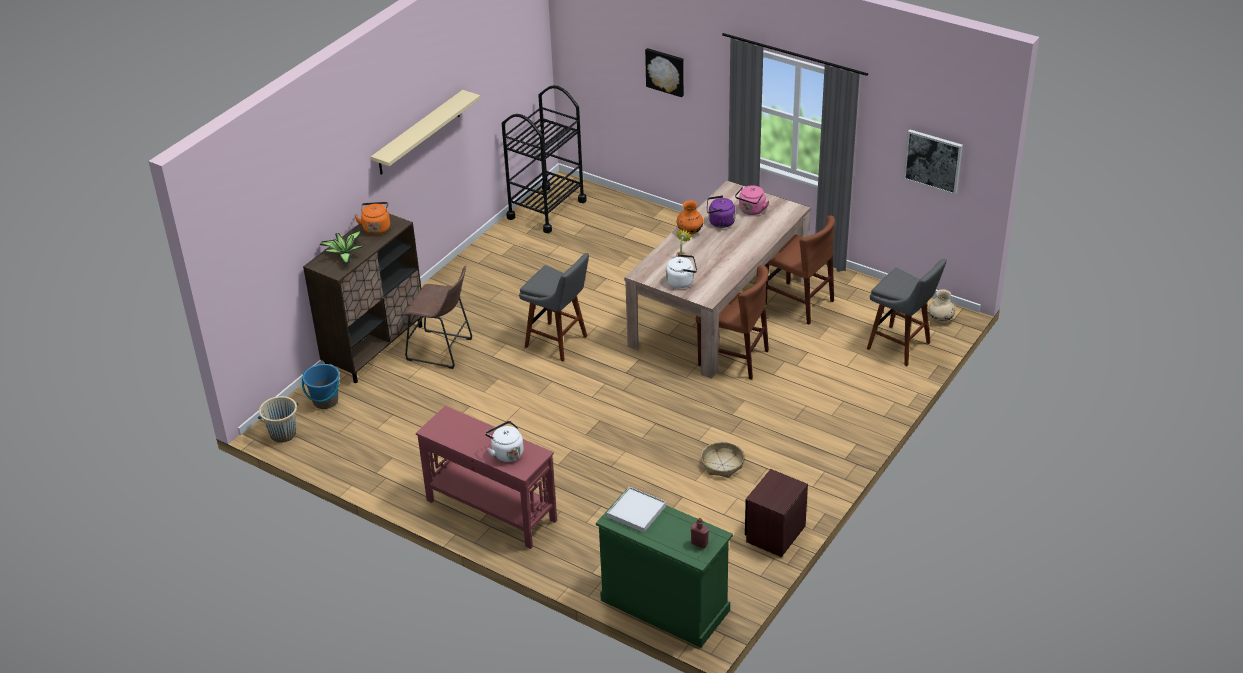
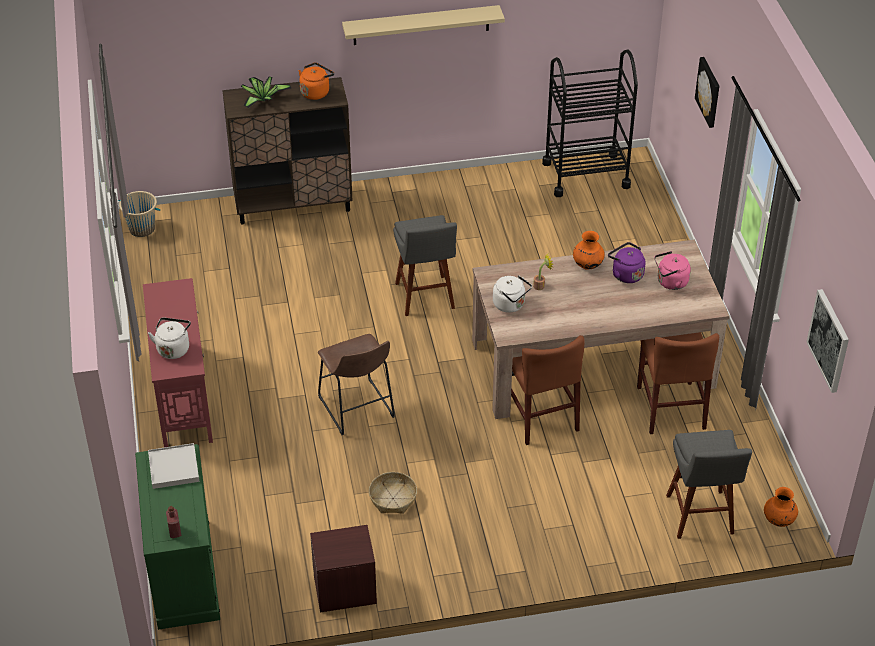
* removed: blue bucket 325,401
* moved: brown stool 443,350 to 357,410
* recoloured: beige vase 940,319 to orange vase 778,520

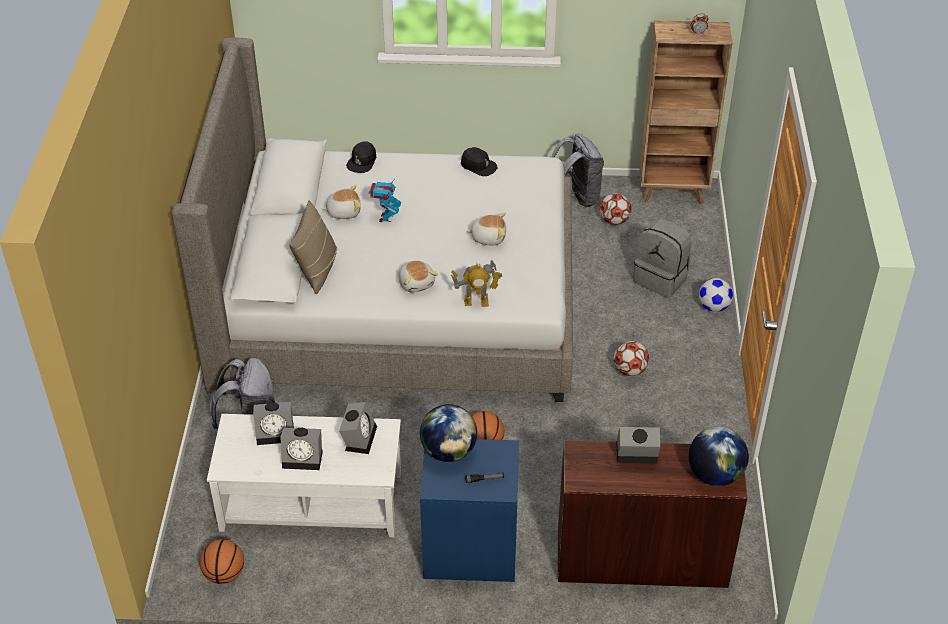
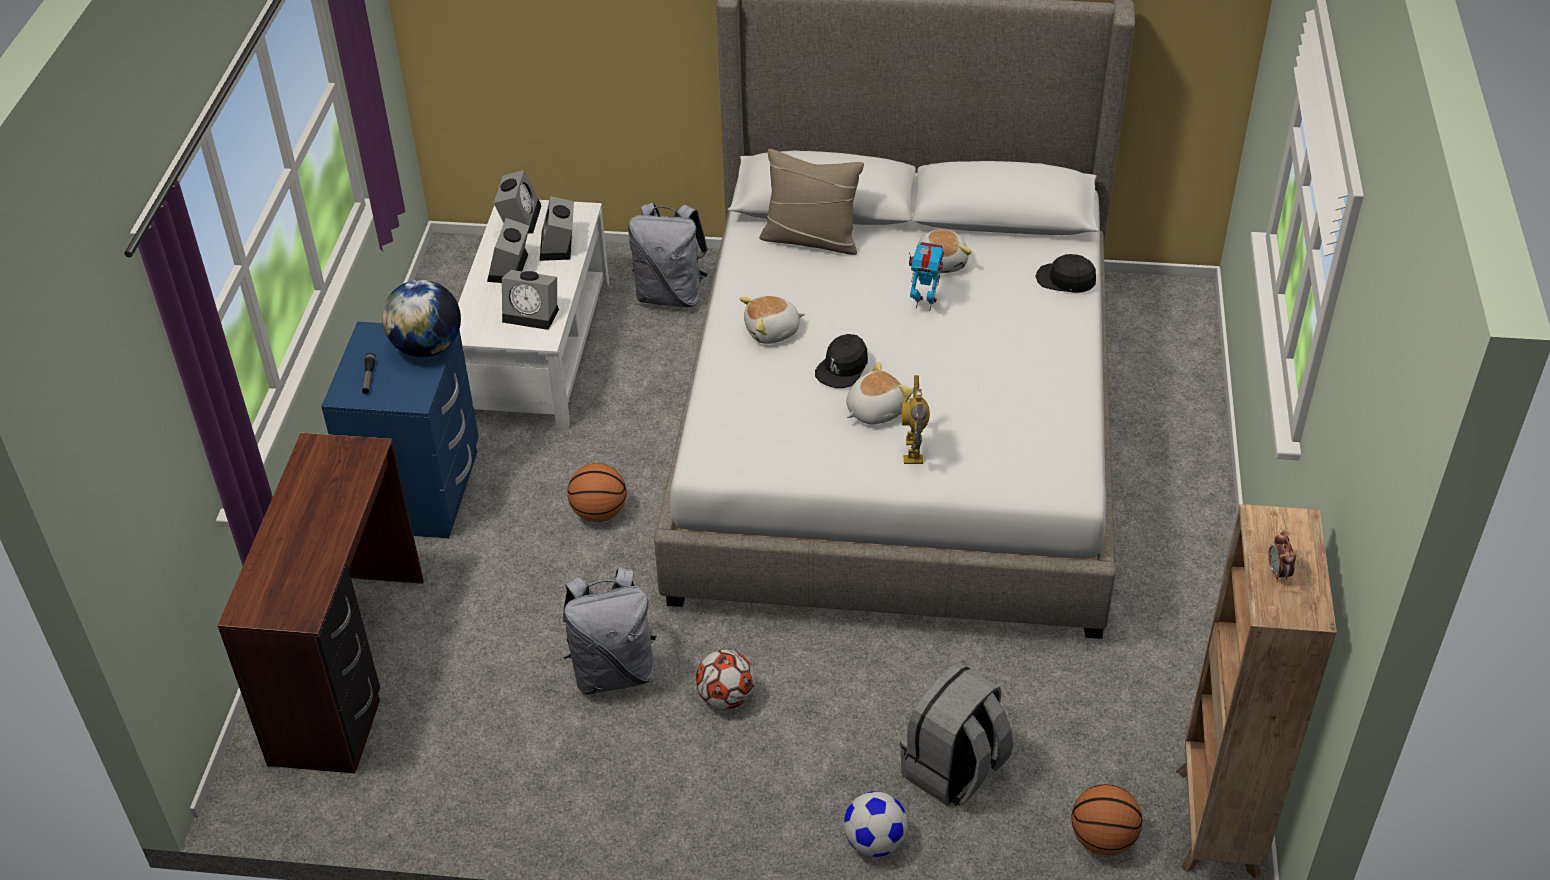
* removed: football 614,221
* removed: globe 715,475
* moved: basketball 224,574 to 1103,839
* moved: toy robot 476,302 to 913,450
* moved: black cap 478,166 to 842,367
* moved: grey backpack 576,197 to 613,671
* moved: alarm clock 635,455 to 520,217
* turned: plush toy 488,237 = 874,410 135 degrees counterclockwise

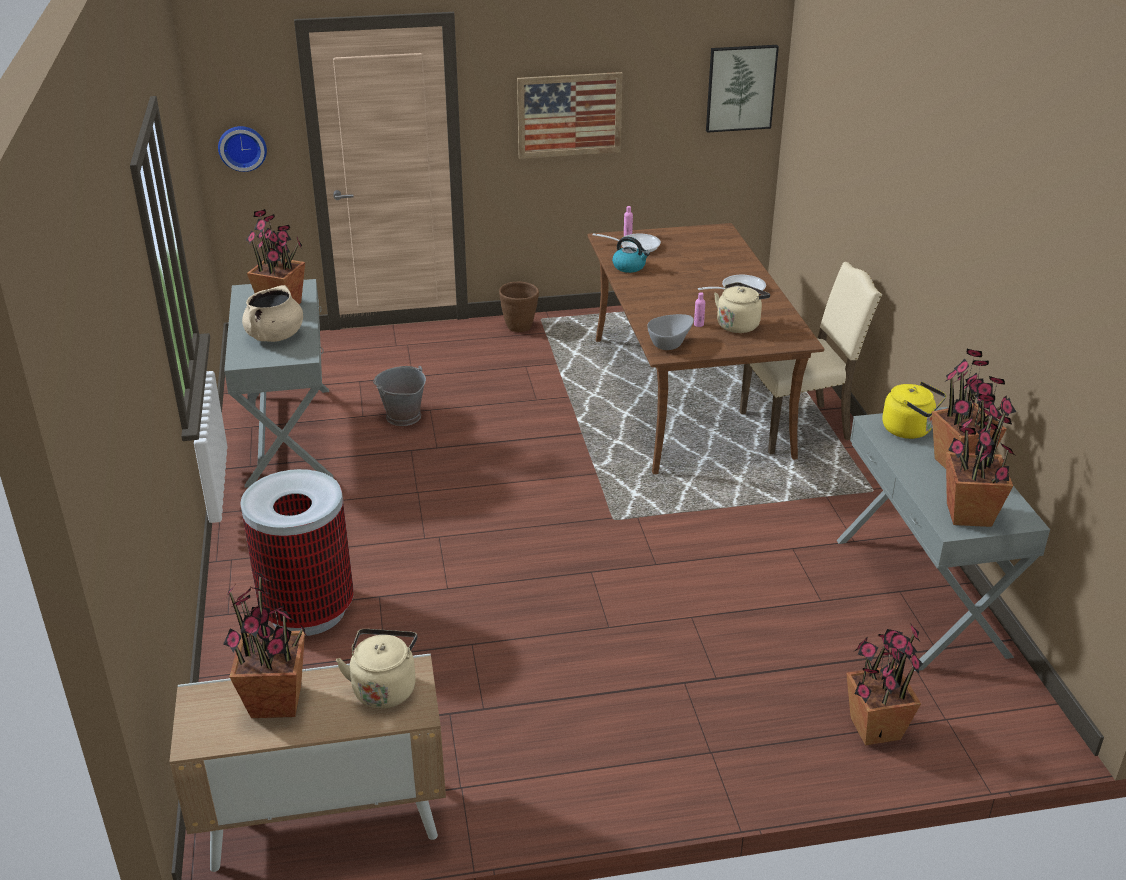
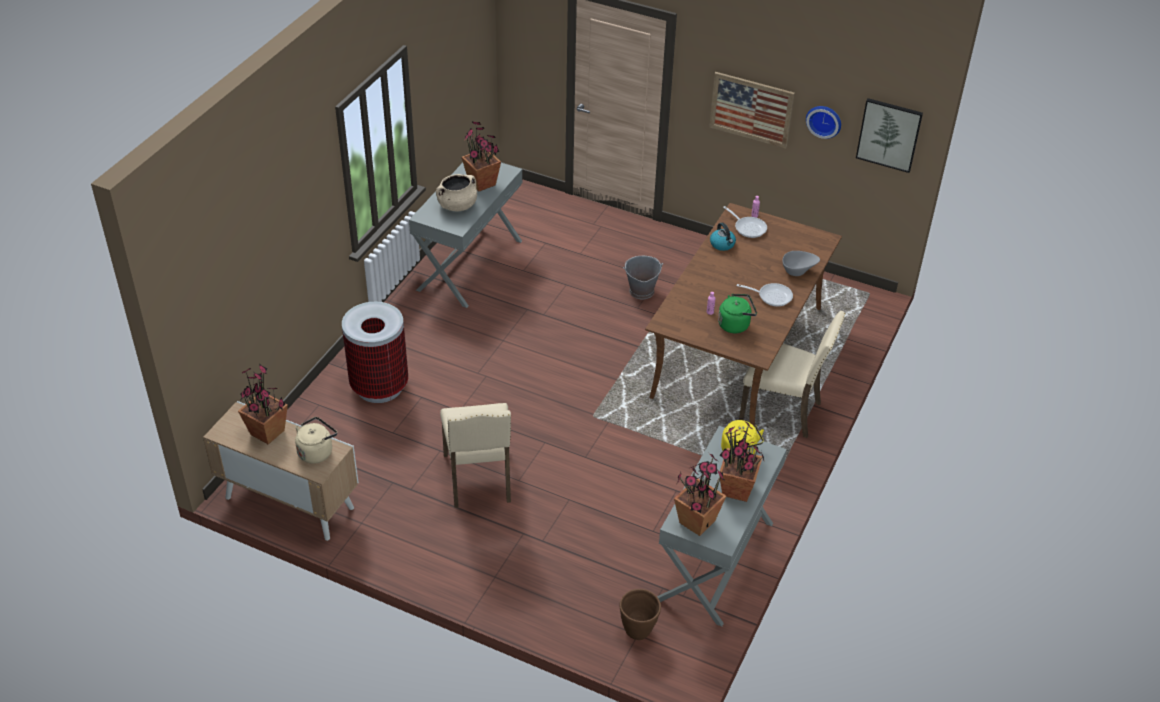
* removed: potted plant 874,728
* added: beige chair 479,479
* moved: wall clock 242,147 to 824,120
* moved: grey bucket 403,416 to 641,291
* moved: brown planter 519,327 to 638,631
* moved: grey bowl 669,344 to 798,271
* recoloured: beige kettle 739,325 to green kettle 735,324

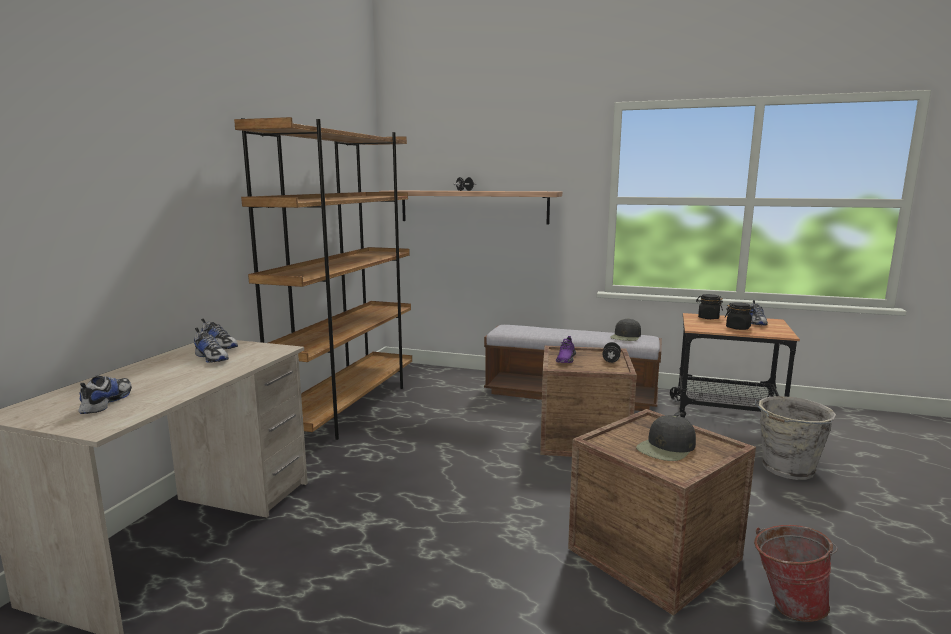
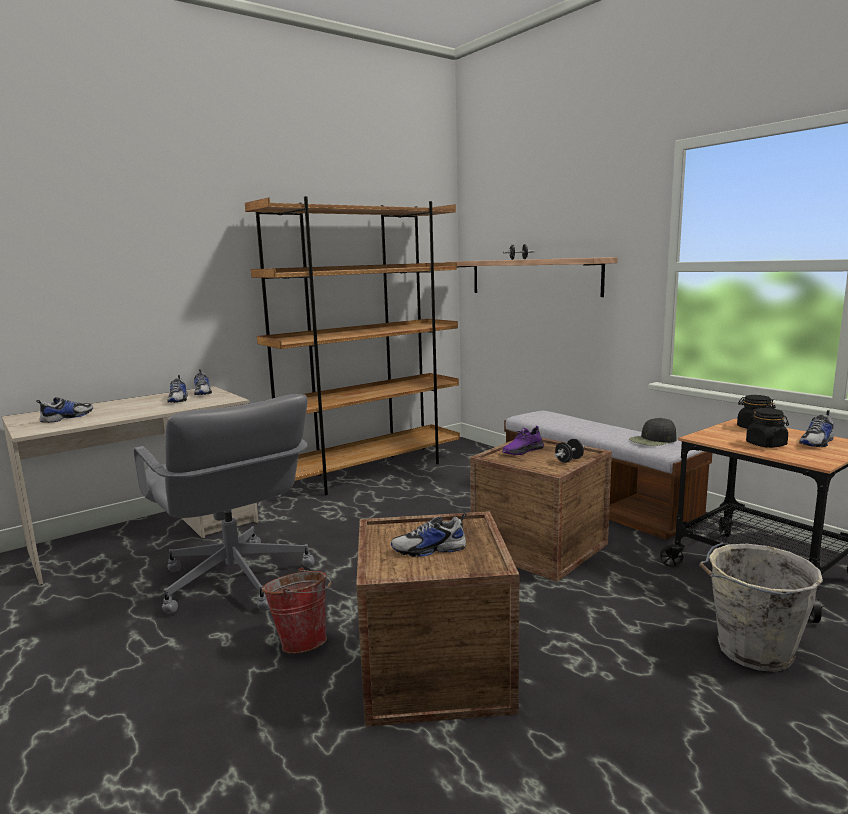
* added: grey office chair 234,581
* moved: bucket 786,605 to 302,641
* replaced: black cap 666,448 to shoe 429,550

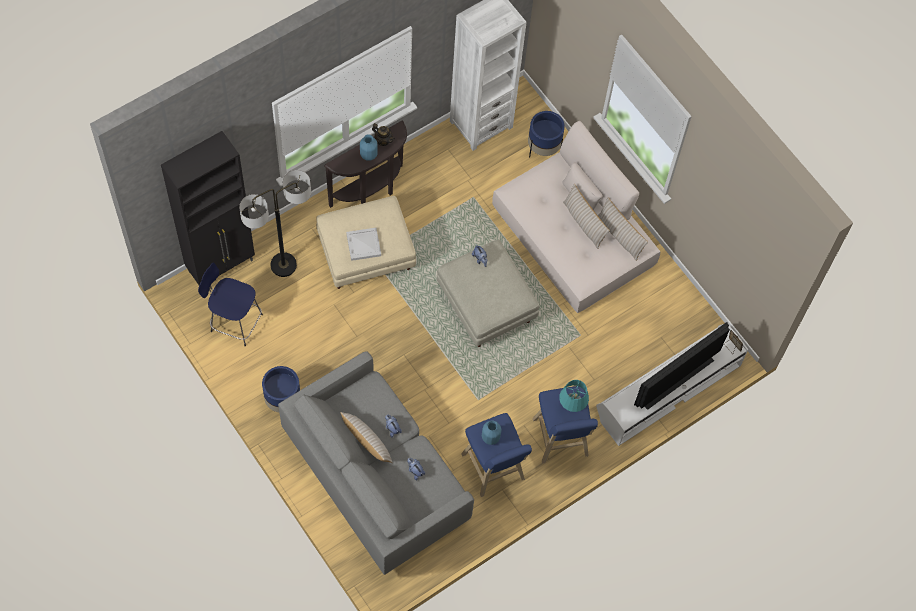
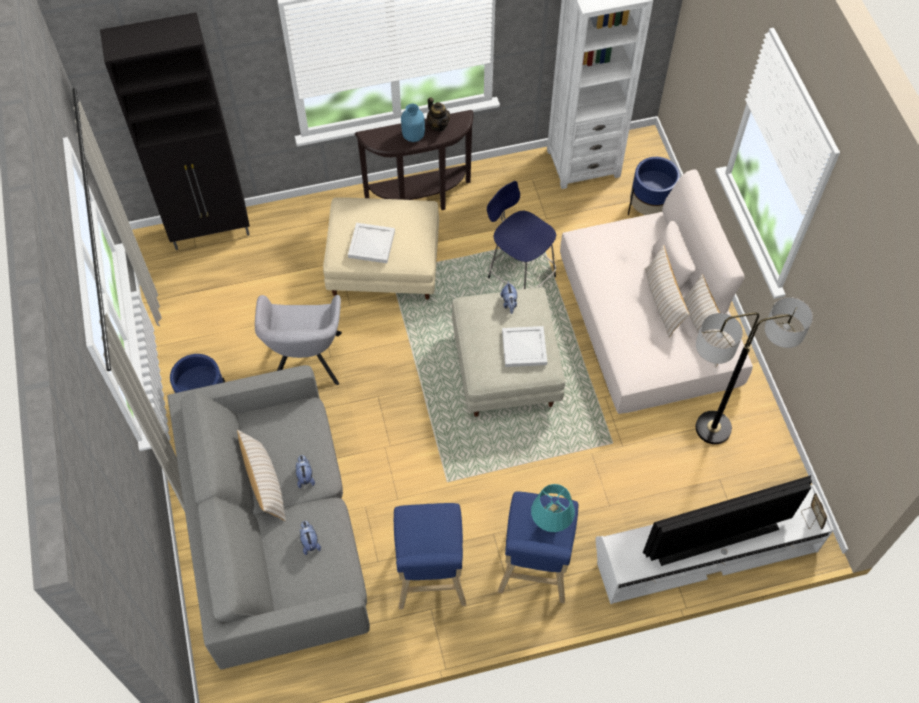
* removed: blue vase 490,437
* added: grey armchair 306,362
* added: white tray 523,348
* moved: blue stool 234,322 to 520,275
* moved: floor lamp 283,265 to 713,428

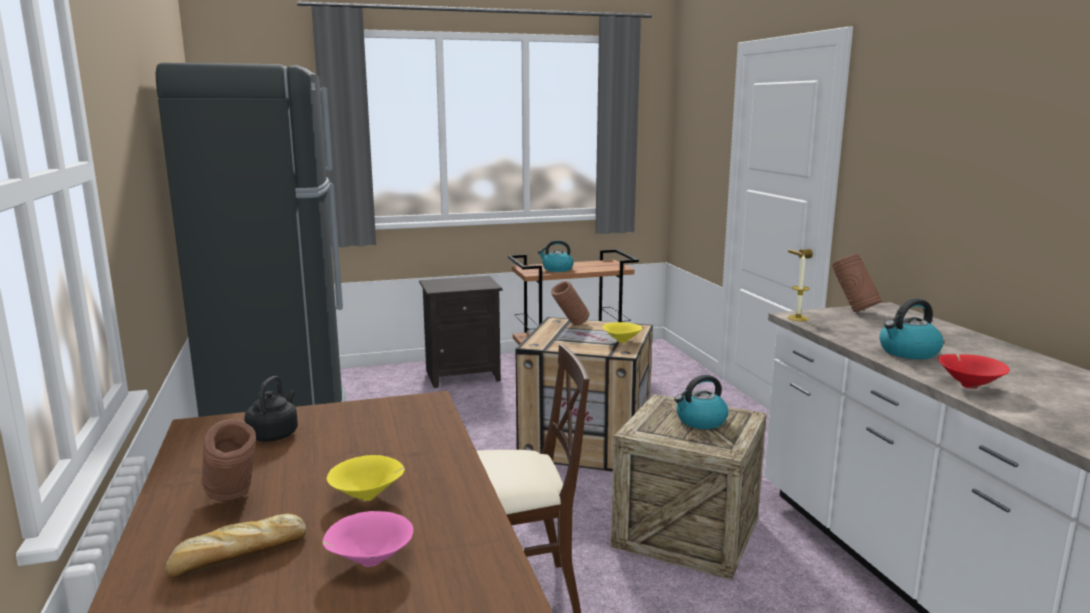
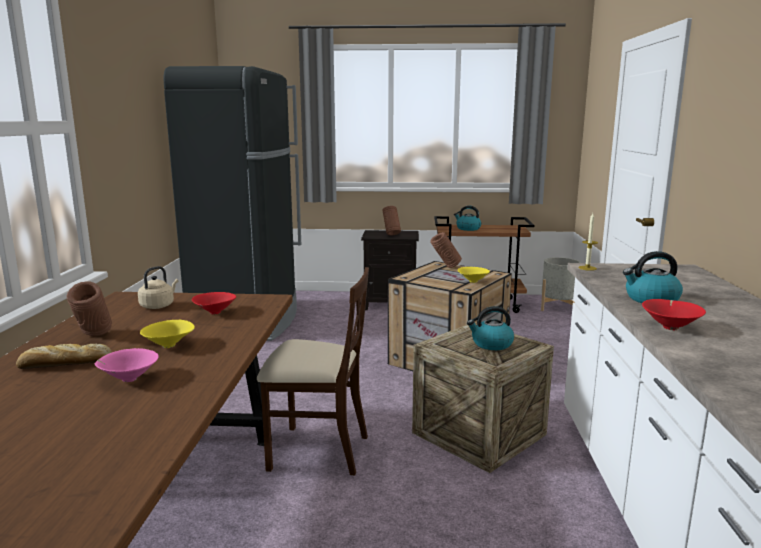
* added: red bowl 214,313
* added: grey planter 558,307
* moved: brown vase 853,310 to 391,235
* recoloured: black kettle 274,434 to beige kettle 158,306

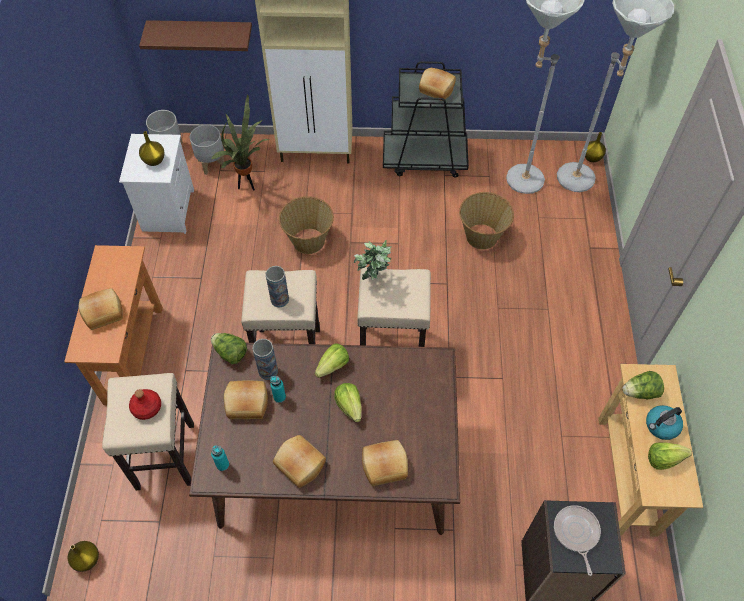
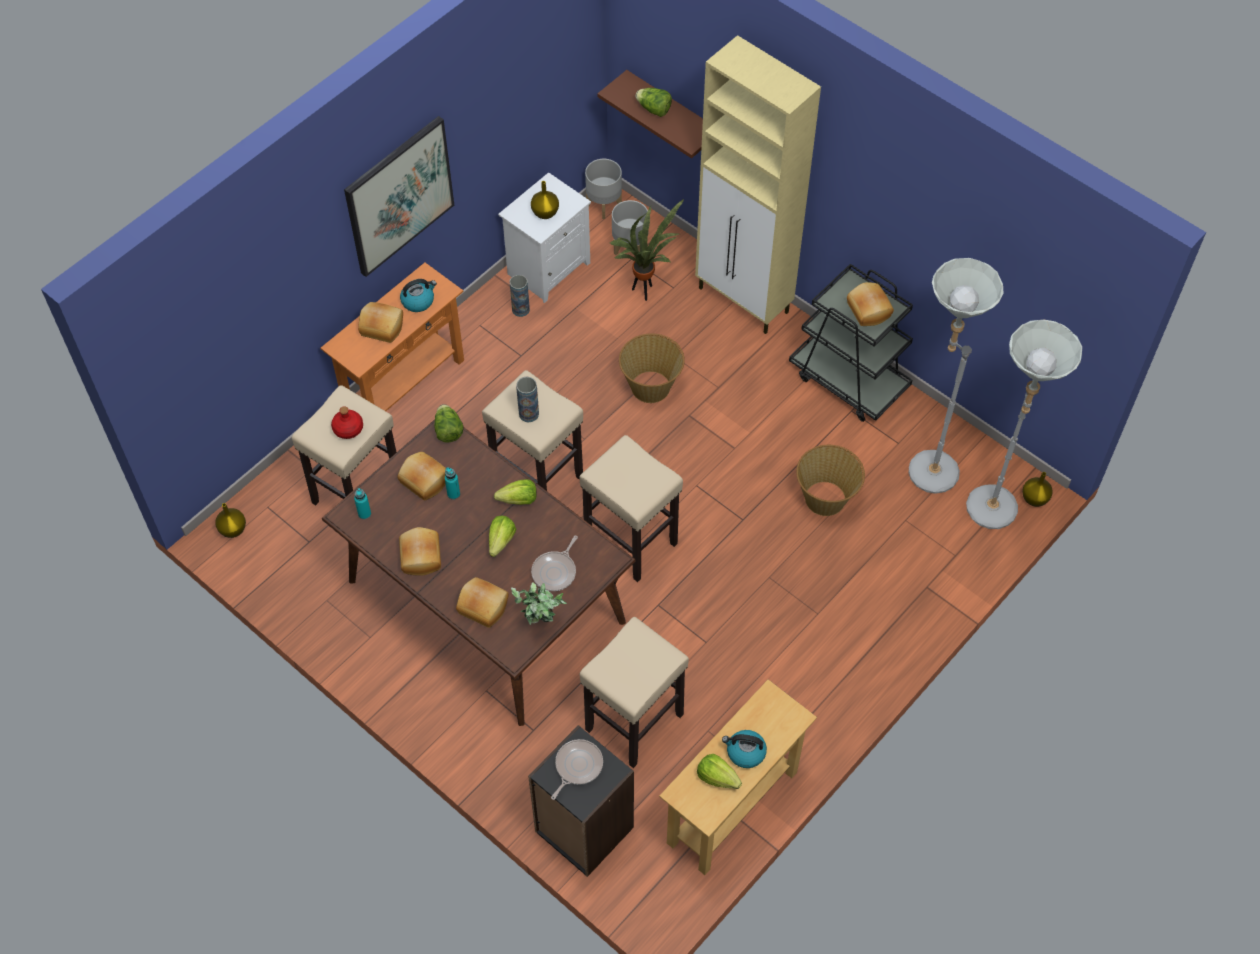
* added: picture 399,195
* added: kettle 418,301
* added: frying pan 555,571
* added: beige stool 633,723
* moved: vase 268,371 to 520,309
* moved: potted plant 373,280 to 541,624
* moved: lettuce 640,392 to 654,109

